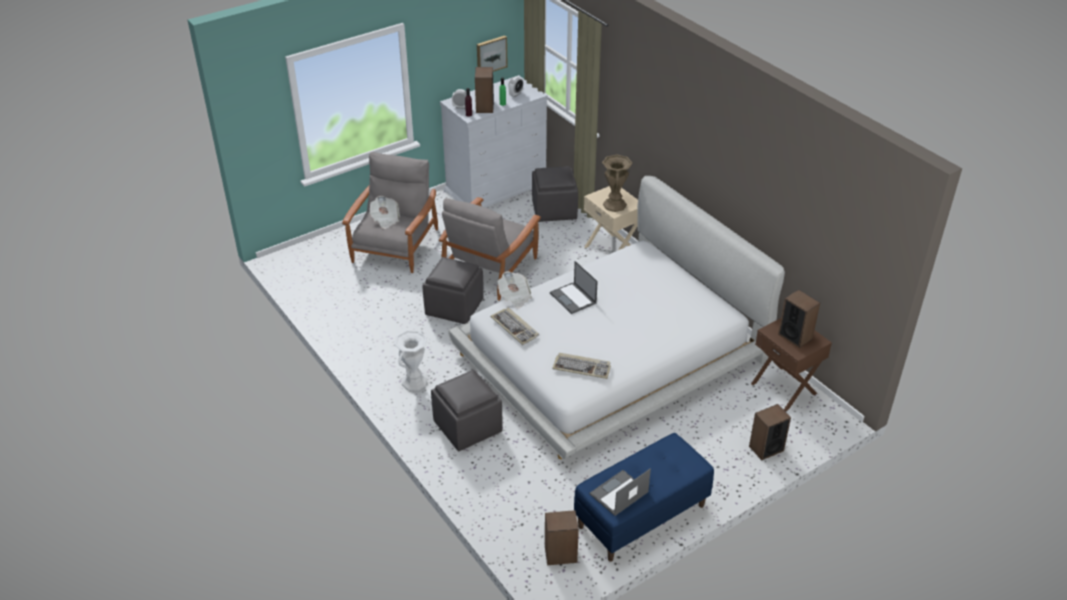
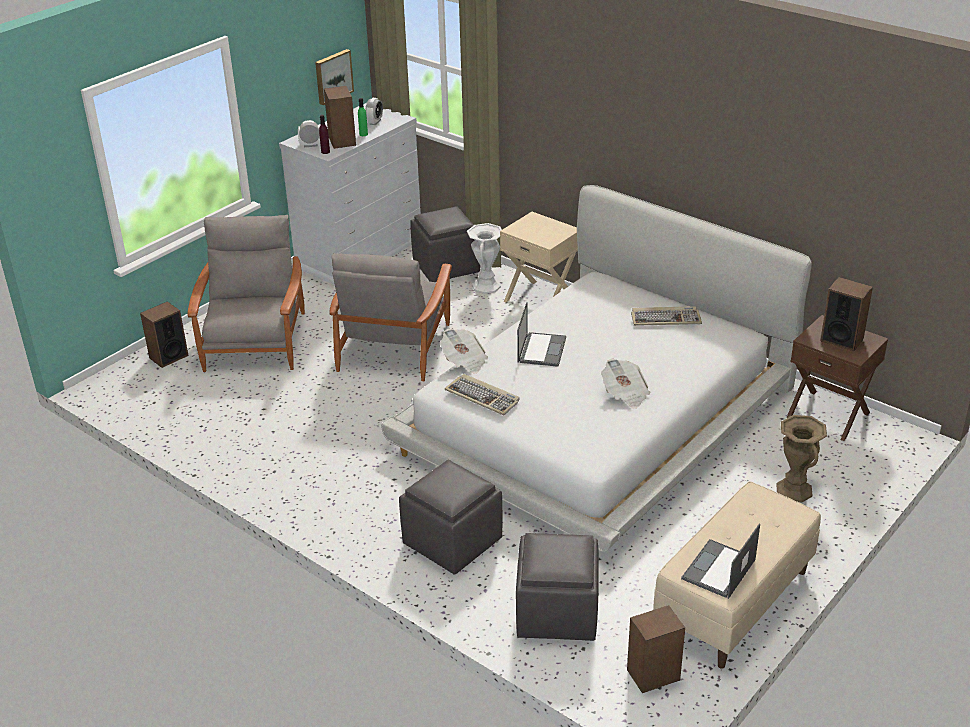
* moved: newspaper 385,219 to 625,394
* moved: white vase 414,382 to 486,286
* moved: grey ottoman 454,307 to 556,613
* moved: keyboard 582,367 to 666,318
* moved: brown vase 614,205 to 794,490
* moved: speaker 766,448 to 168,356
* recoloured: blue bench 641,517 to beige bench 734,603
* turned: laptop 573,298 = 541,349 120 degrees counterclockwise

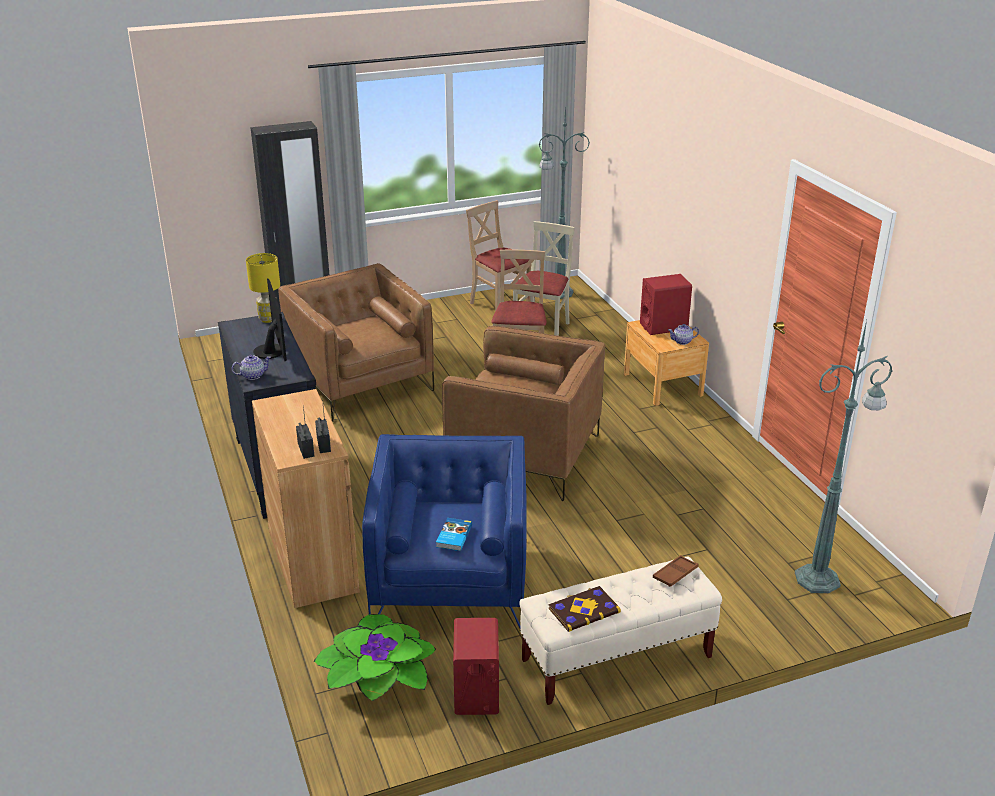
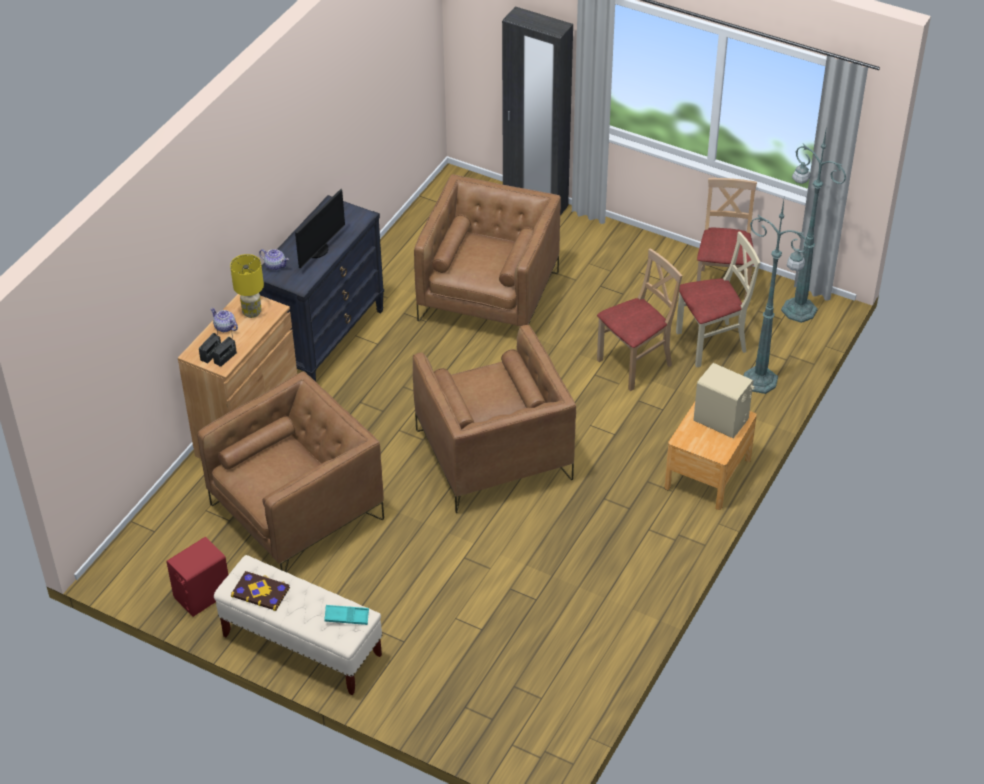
* removed: potted plant 378,679
* removed: book 453,536
* moved: yellow table lamp 268,319 to 252,313
* moved: teapot 682,341 to 225,327
* moved: green floor lamp 819,579 to 761,381
* recoloured: blue armchair 450,581 to brown armchair 297,512
* recoloured: red speaker 663,326 to beige speaker 721,420
* recoloured: brown tray 675,574 to turquoise tray 346,617

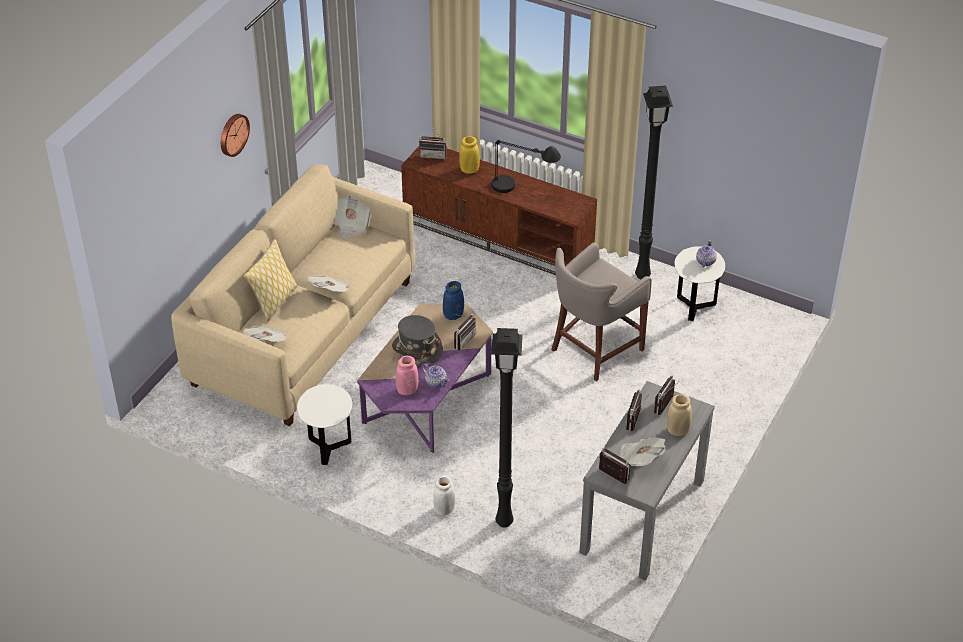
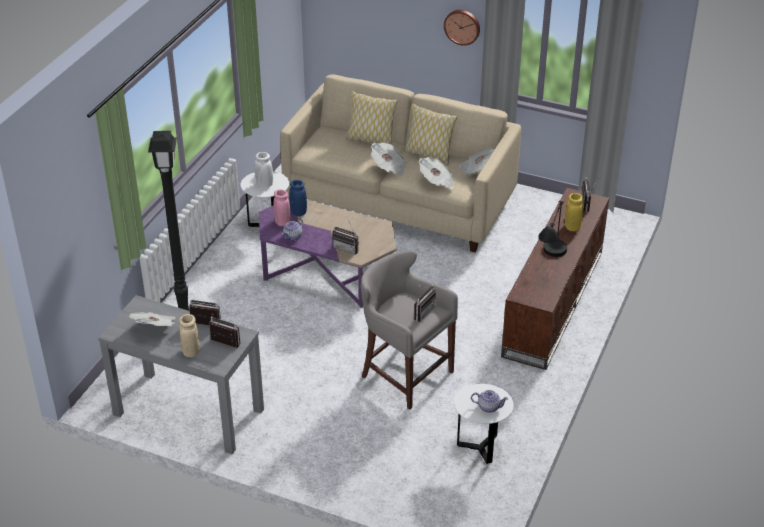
* removed: grey hat 417,349
* removed: black floor lamp 643,276
* added: pillow 429,155
* moved: newspaper 268,342 to 437,181
* moved: white vase 444,509 to 264,184
* moved: blue vase 453,315 to 298,212
* moved: radio 611,477 to 422,312

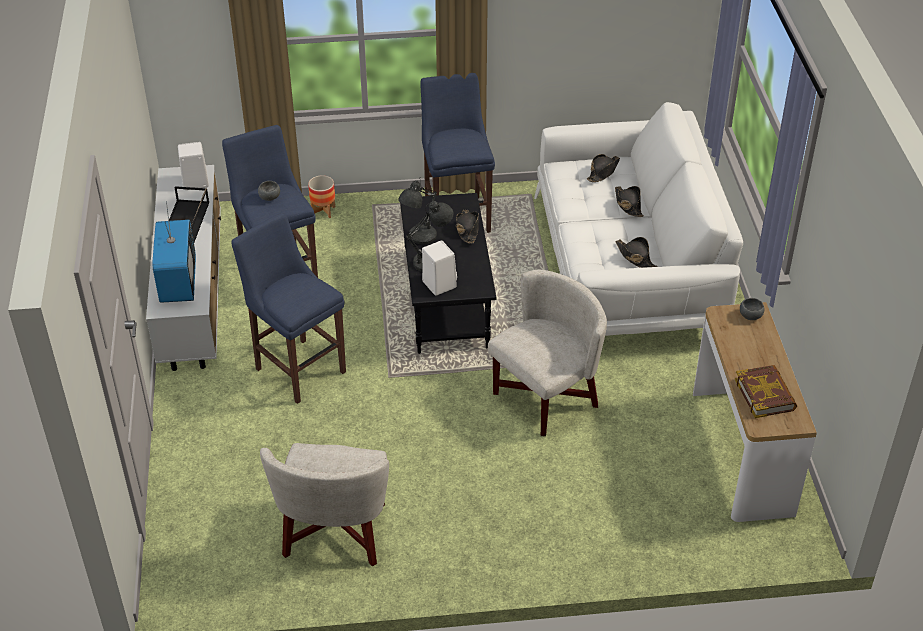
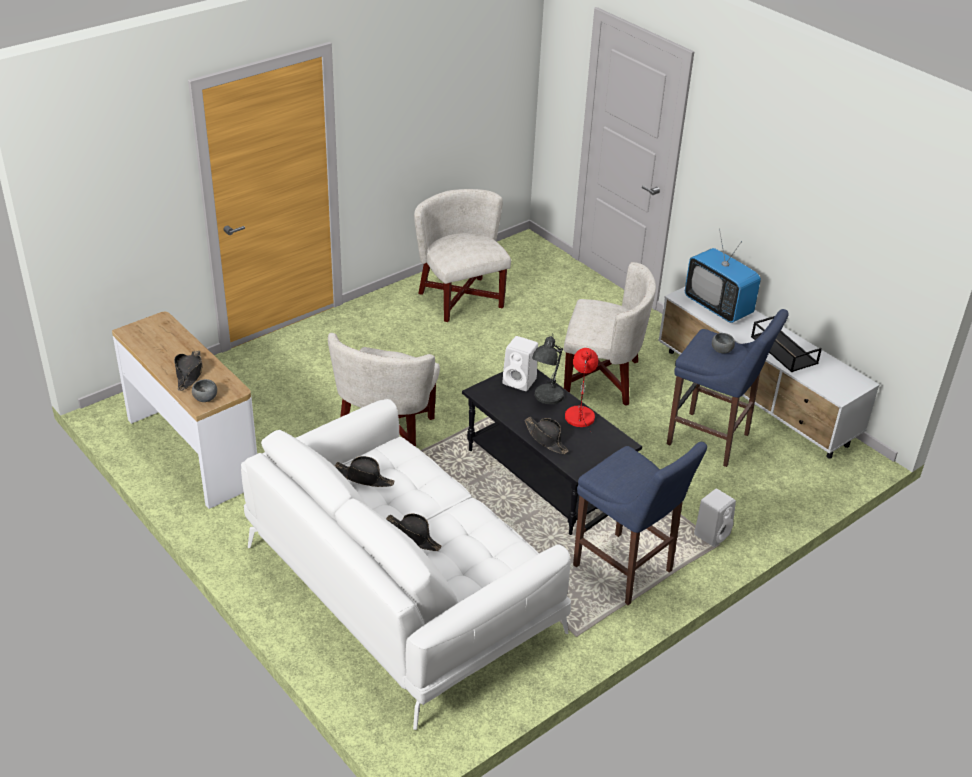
* removed: planter 323,211
* removed: book 765,395
* moved: white speaker 194,182 to 712,534
* moved: black hat 603,172 to 189,374
* replaced: blue stool 298,368 to white armchair 602,378
* recoloured: grey table lamp 419,237 to red table lamp 580,415

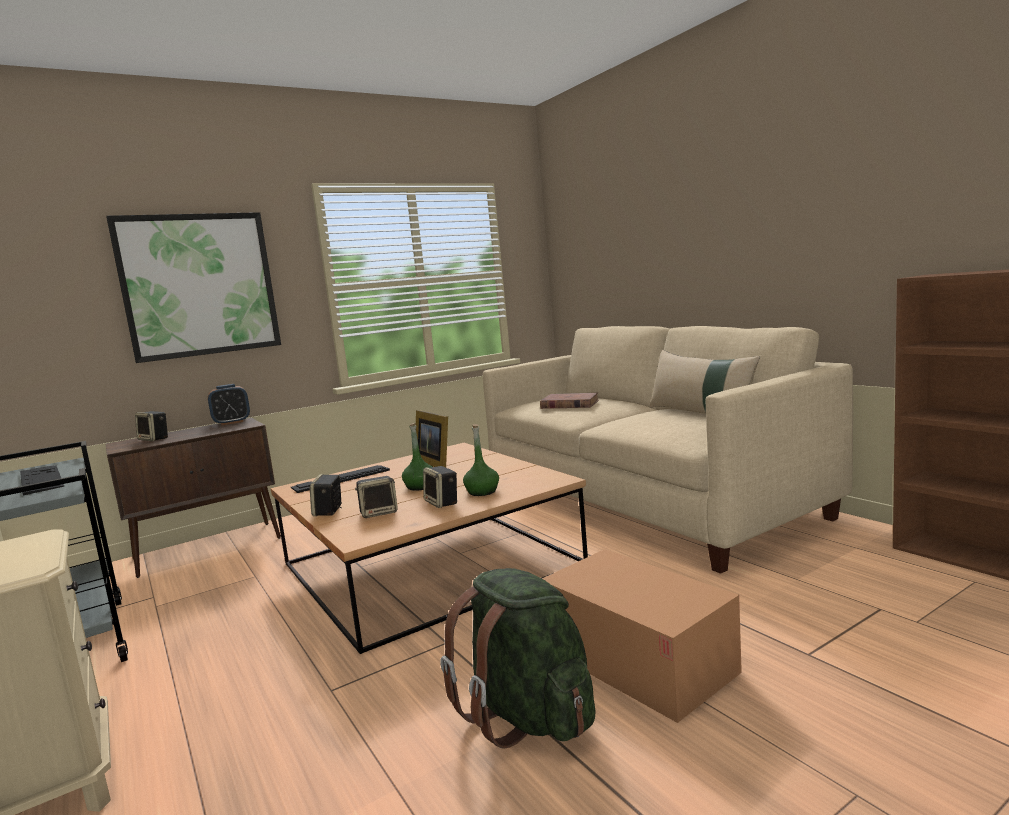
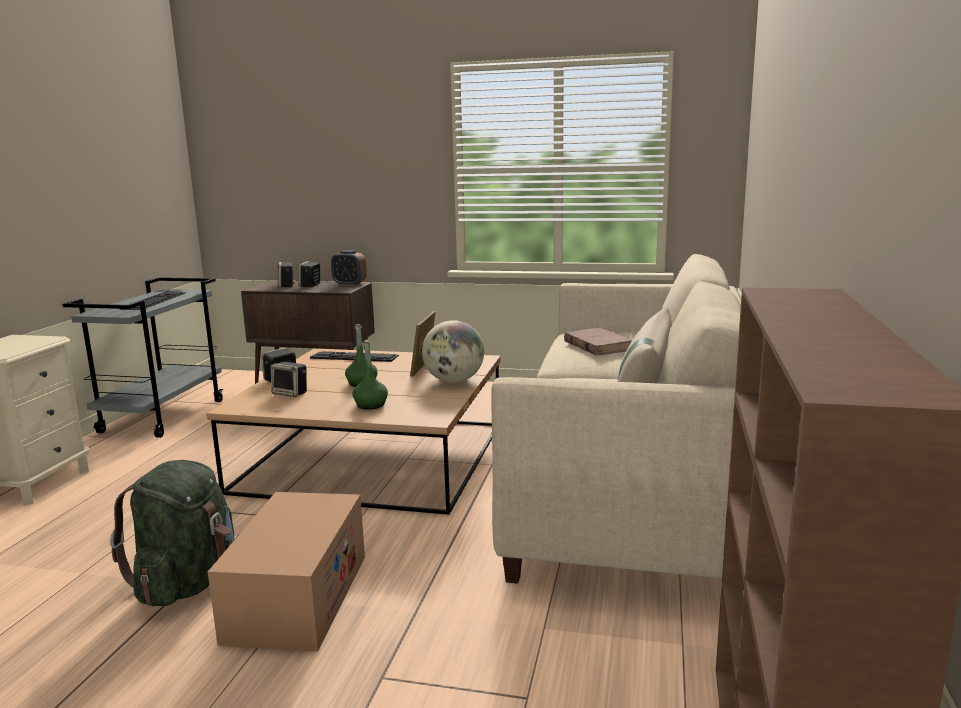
* removed: picture 199,285
* added: globe 454,381
* moved: speaker 442,503 to 310,285

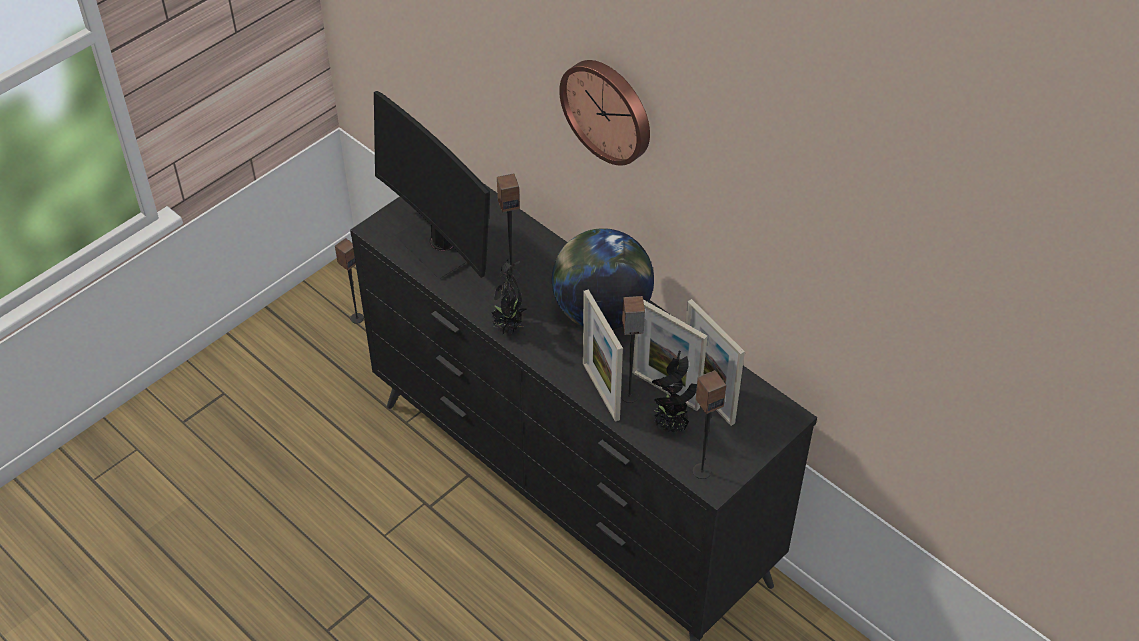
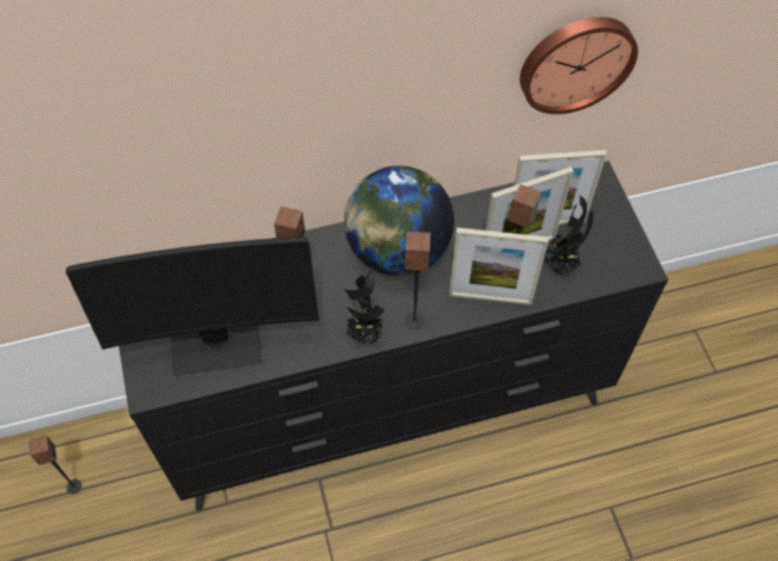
* moved: wall clock 608,109 to 575,62
* moved: speaker 701,471 to 414,320

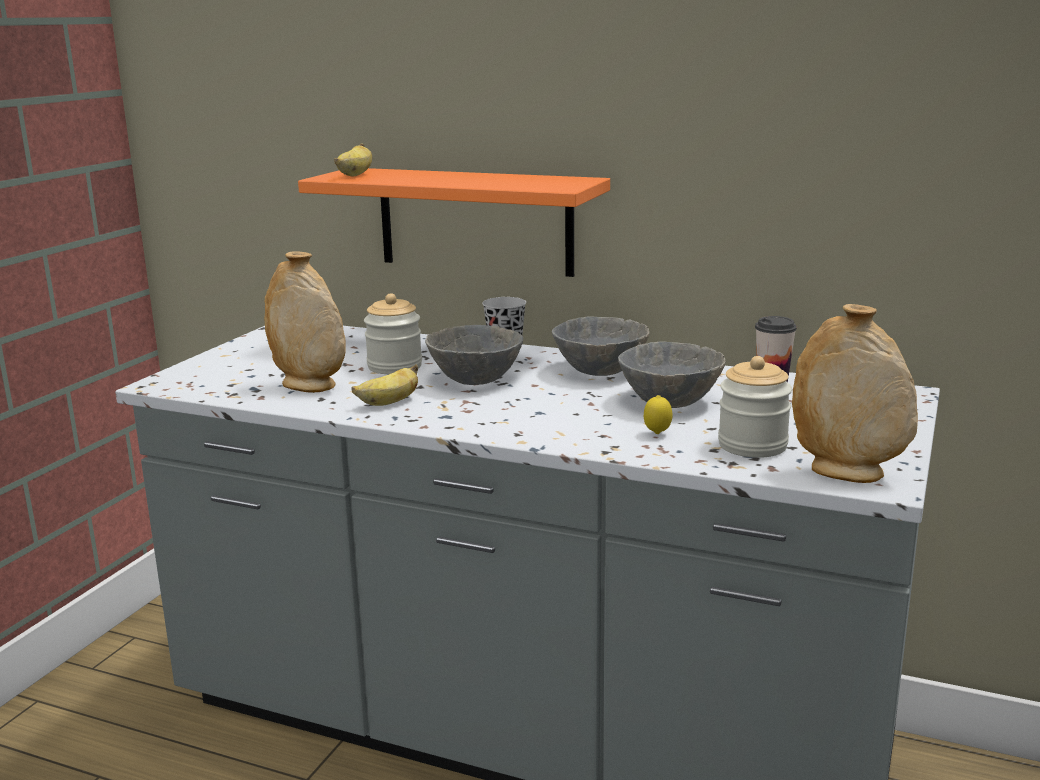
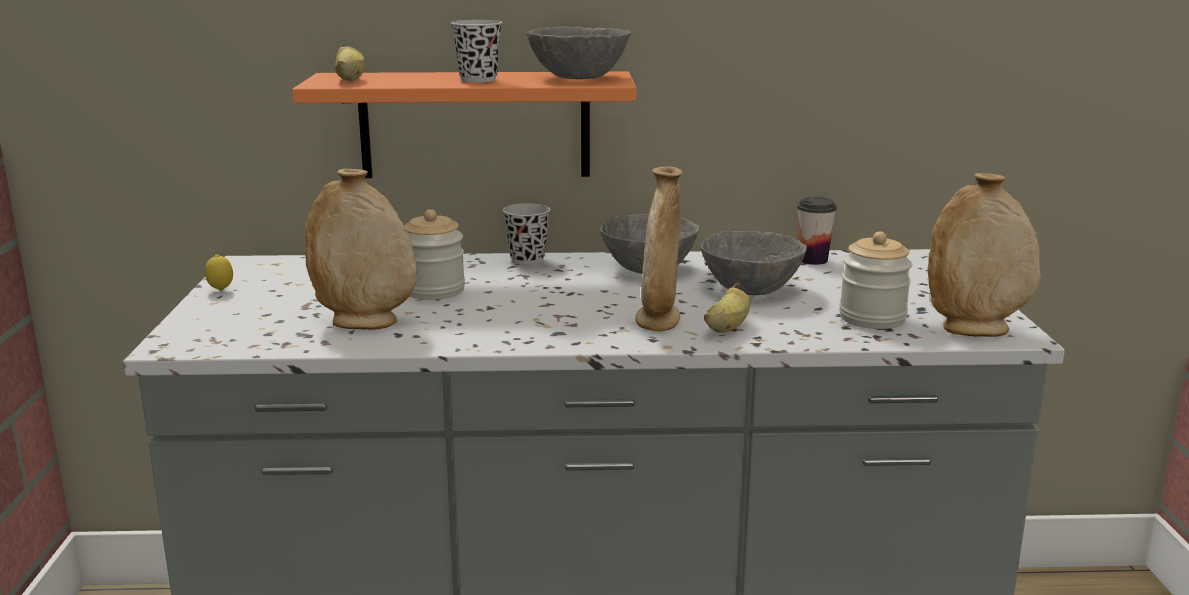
* added: black cup 478,80
* added: beige vase 658,320
* moved: banana 389,403 to 727,328
* moved: grey bowl 475,379 to 579,77
* moved: lemon 657,434 to 221,291

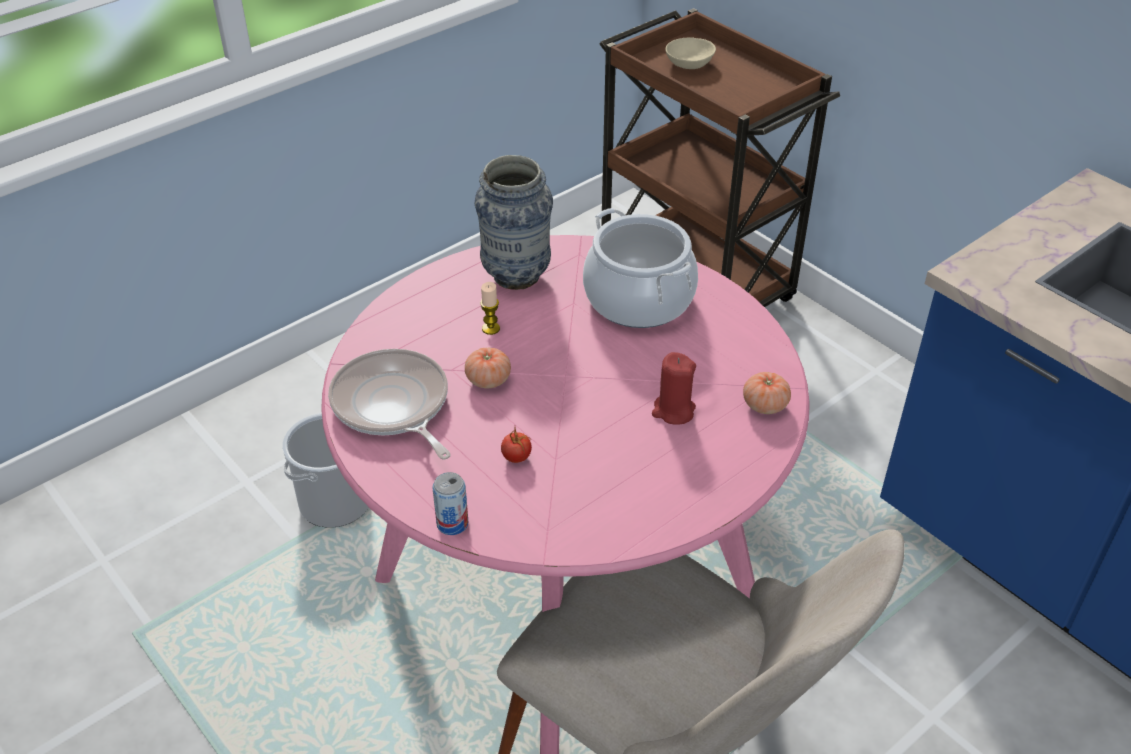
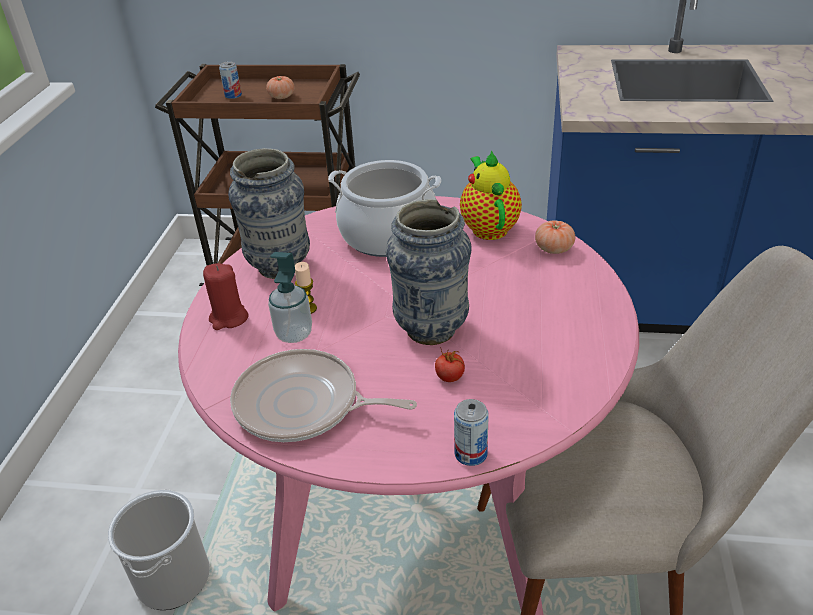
* added: soap dispenser 294,334
* added: vase 431,329
* added: teapot 488,227
* moved: tomato 488,380 to 281,97
* moved: red candle 673,411 to 228,318
* replaced: beige bowl 689,62 to can 233,95

